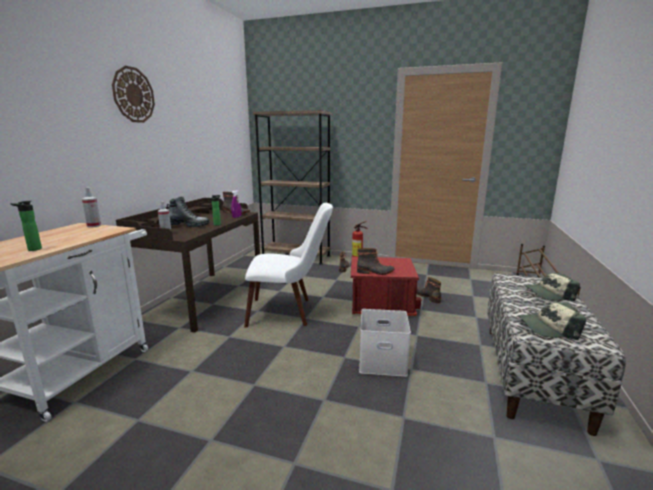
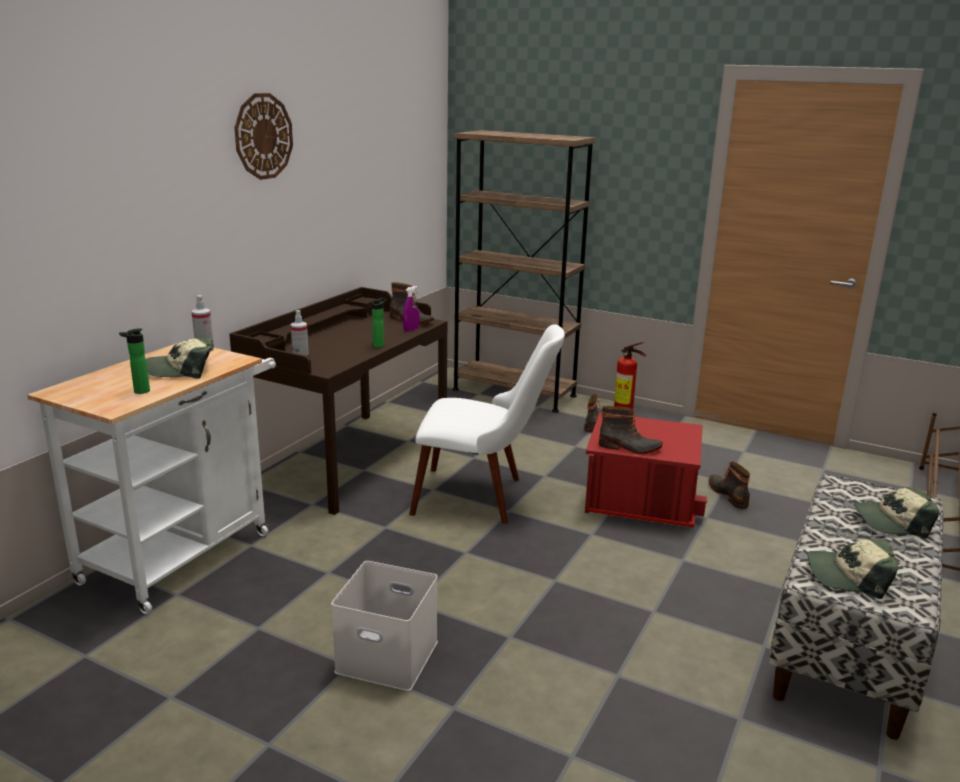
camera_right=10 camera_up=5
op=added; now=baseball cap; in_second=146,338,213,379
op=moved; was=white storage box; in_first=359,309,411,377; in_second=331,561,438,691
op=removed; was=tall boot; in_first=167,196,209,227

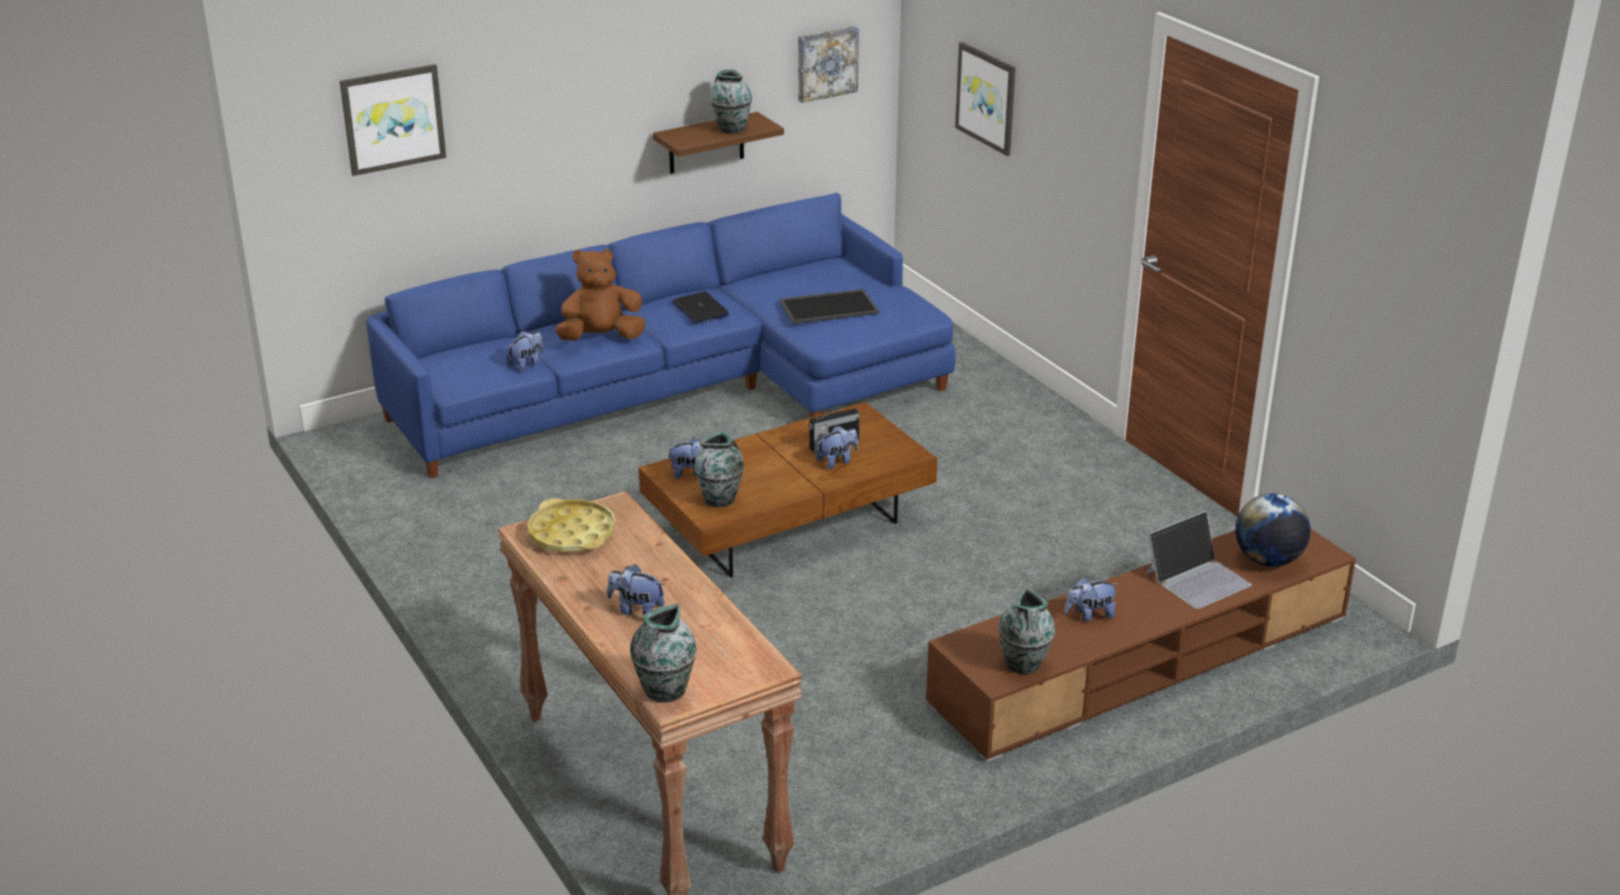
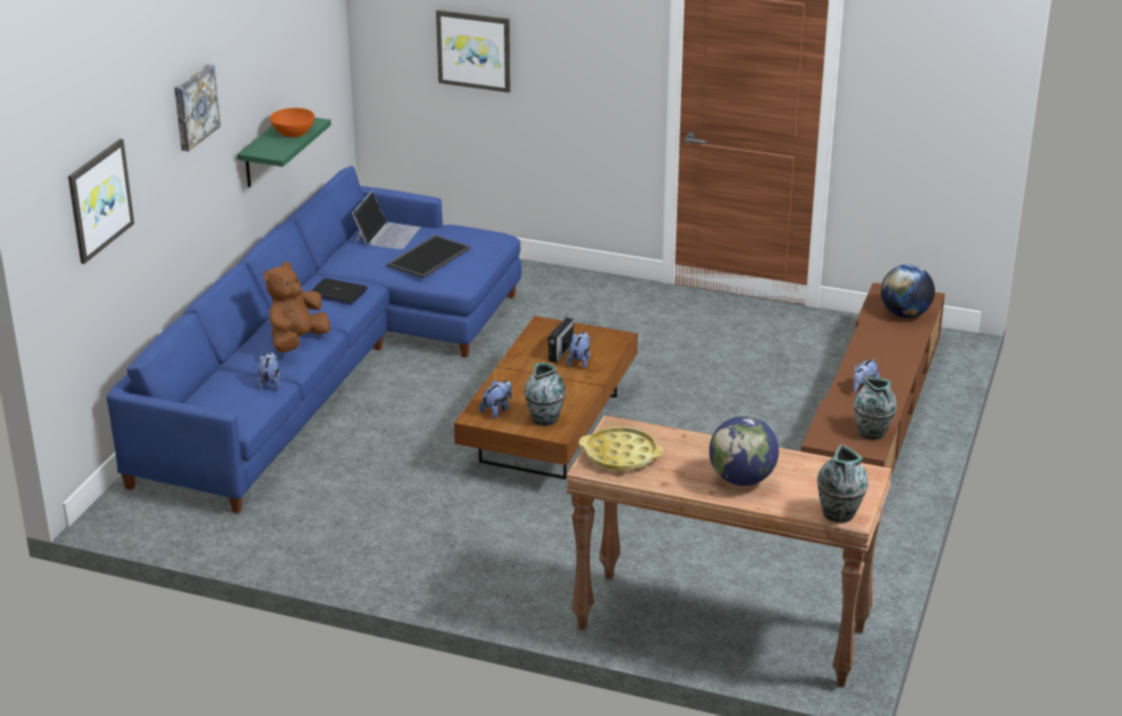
camera_right=-40 camera_up=0
op=moved; was=wall art; in_first=798,26,859,103; in_second=174,64,221,152
op=recoloured; was=brown-coloured shelf; now=greenish shelf; in_first=653,112,784,174; in_second=237,117,331,187
op=replaced; was=flower vase; now=orangey bowl; in_first=710,69,752,134; in_second=270,108,315,138
op=moved; was=notebook computer; in_first=1146,511,1252,609; in_second=352,191,420,249
op=replaced; was=cuddly toy; now=desk globe; in_first=607,564,665,615; in_second=709,416,779,486

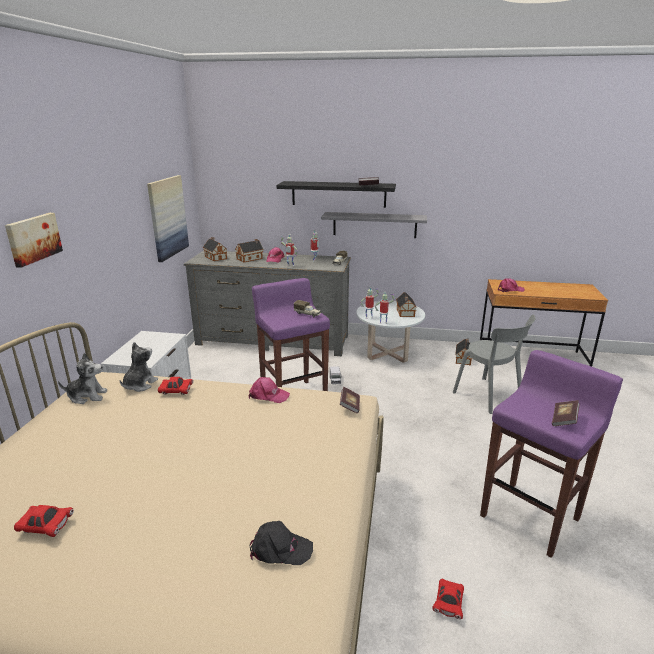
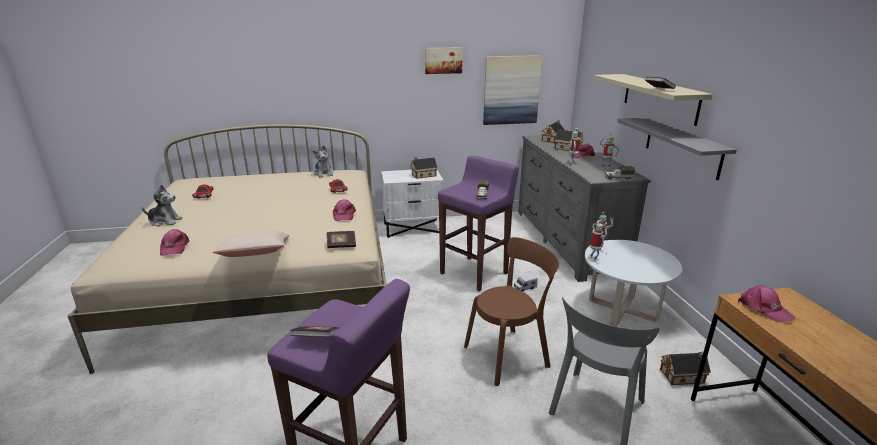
camera_right=70 camera_up=0
op=moved; was=cuddly toy; in_first=120,342,158,392; in_second=142,185,182,226
op=recoloured; was=black baseball cap; now=pink baseball cap; in_first=250,521,313,565; in_second=160,229,190,256
op=added; now=beige pillow; in_second=213,230,289,257
op=moved; was=toy house; in_first=396,292,417,317; in_second=411,157,437,179
op=moved; was=wall art; in_first=5,213,63,268; in_second=425,47,463,74
op=added; now=brown-coloured chair; in_second=464,237,559,386
op=recoloured; was=black shelf; now=beige shelf; in_first=277,181,396,208; in_second=594,74,713,126
op=removed; was=reddish toy car; in_first=432,579,464,619

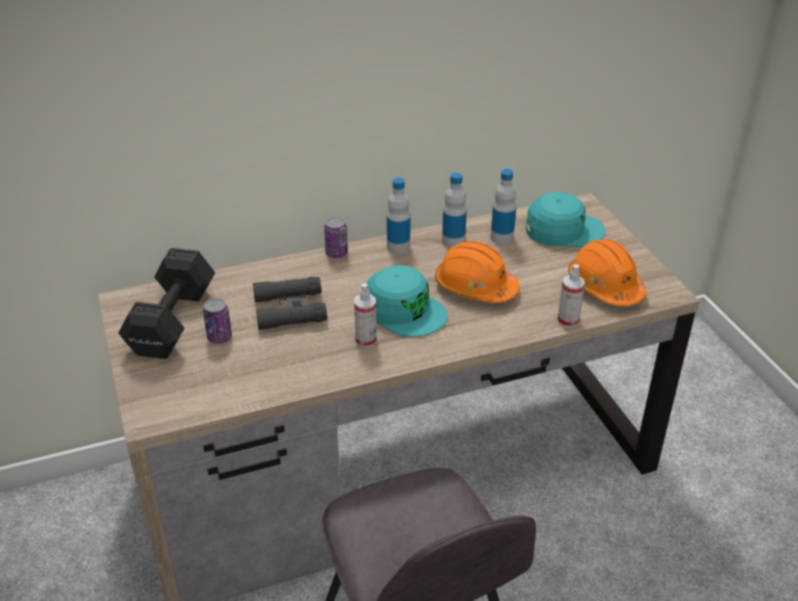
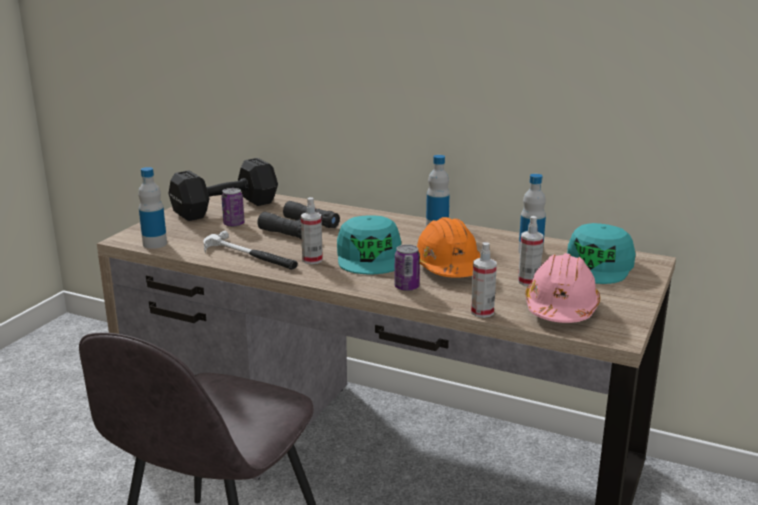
camera_right=45 camera_up=-15
op=moved; was=drink bottle; in_first=442,172,467,248; in_second=138,167,167,249
op=added; now=tool hammer; in_second=203,231,298,270
op=moved; was=sealed can; in_first=324,217,348,258; in_second=394,244,420,291
op=added; now=sprayer; in_second=518,216,543,286
op=recoloured; was=orangey hard hat; now=pink hard hat; in_first=568,239,647,306; in_second=525,253,600,323
op=turned; was=turquoise-coloured baseball cap; in_first=526,192,605,247; in_second=567,223,635,284; clockwise=75

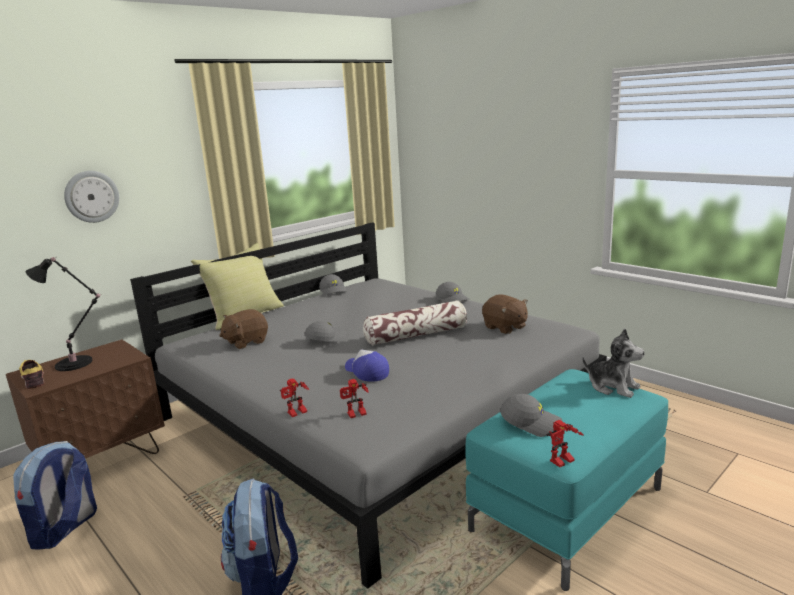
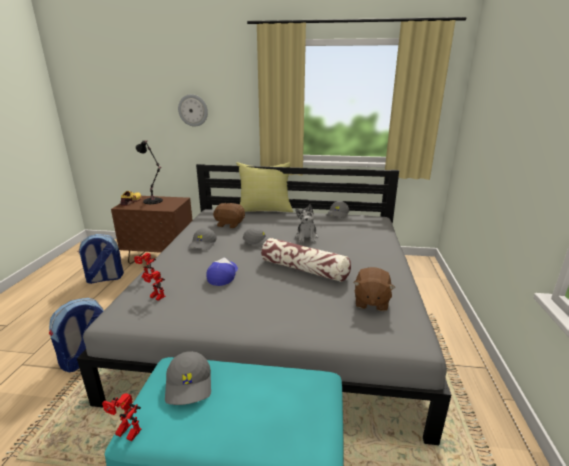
camera_right=50 camera_up=5
op=moved; was=grey baseball cap; in_first=436,282,469,303; in_second=188,228,217,250
op=moved; was=cuddly toy; in_first=582,329,645,398; in_second=295,204,318,243

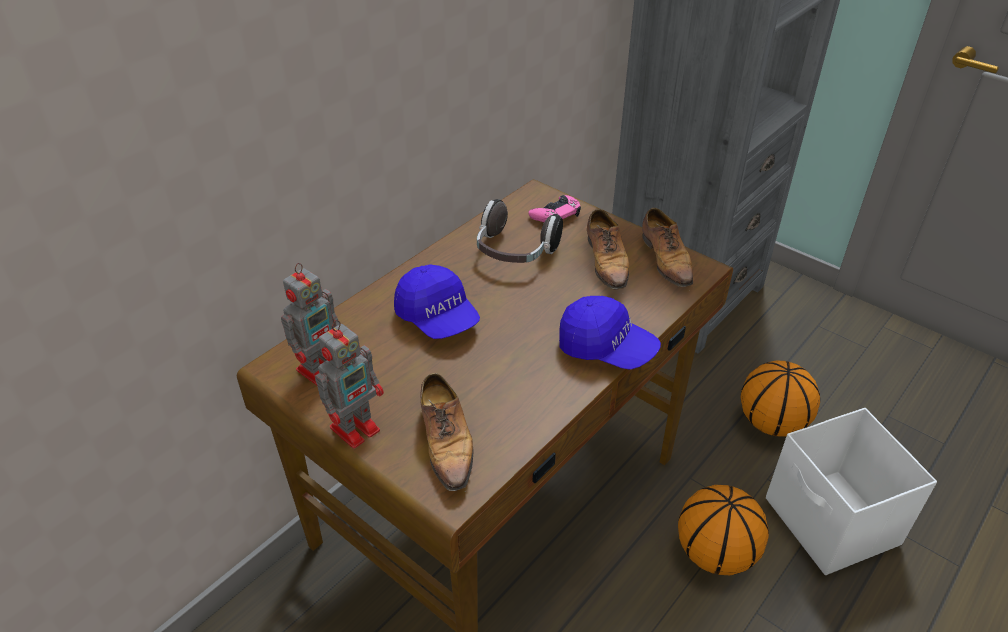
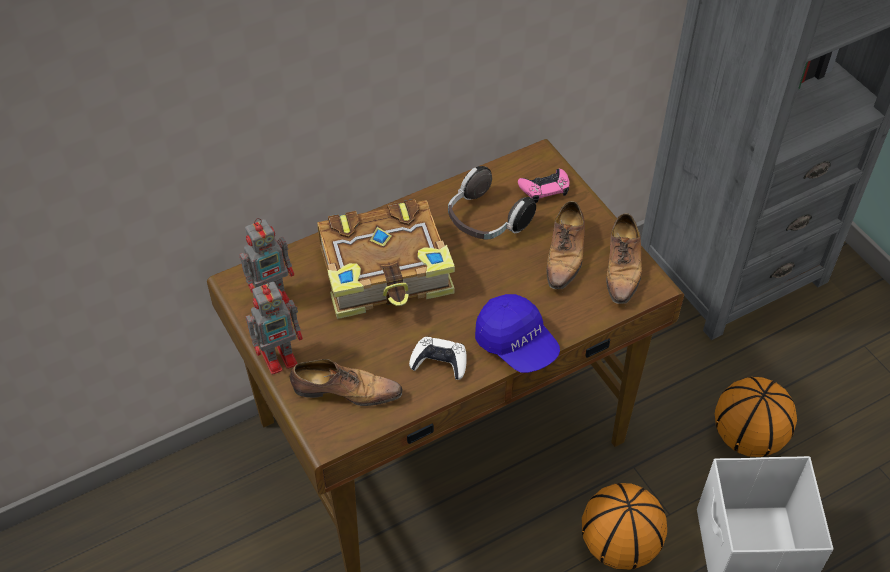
camera_right=20 camera_up=10
op=turned; was=item of footwear; in_first=420,373,474,491; in_second=290,359,403,406; clockwise=-90
op=replaced; was=blue-coloured baseball cap; now=book; in_first=394,264,480,339; in_second=317,199,455,319
op=added; now=white game controller; in_second=409,337,467,380

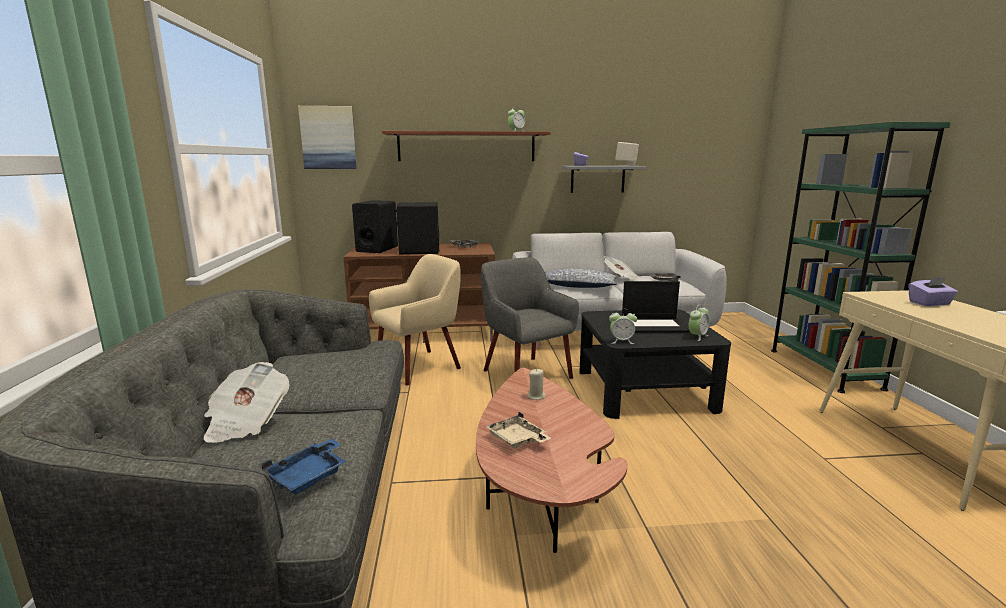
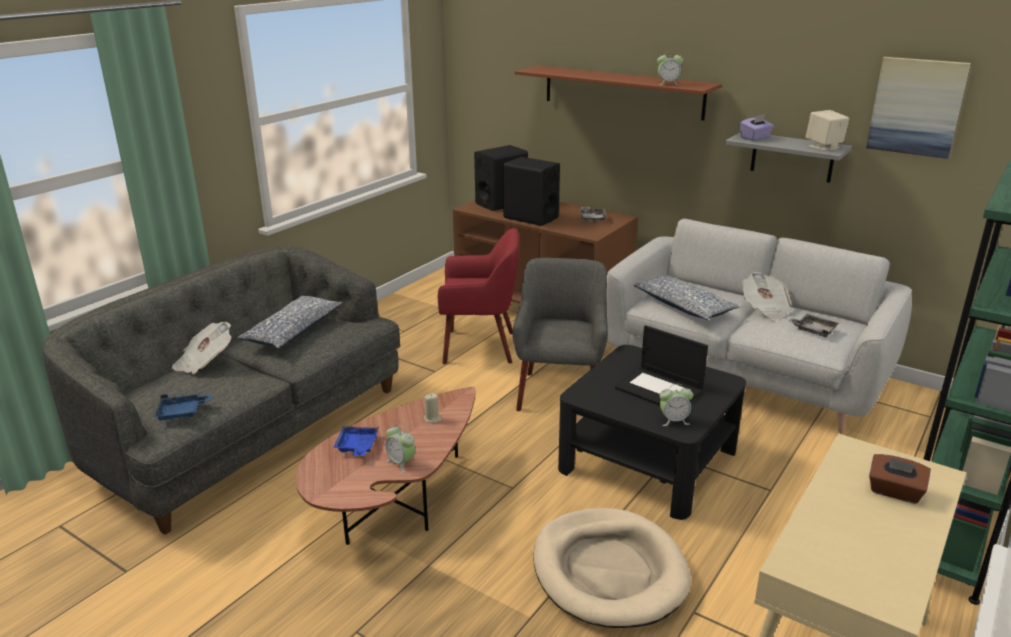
camera_right=40 camera_up=10
op=added; now=pillow; in_second=237,295,343,349
op=recoloured; was=beige serving tray; now=blue-coloured serving tray; in_first=485,412,551,449; in_second=333,426,378,456
op=moved; was=table clock; in_first=609,309,637,344; in_second=385,425,415,472
op=recoloured; was=beige easy chair; now=reddish easy chair; in_first=369,254,461,386; in_second=438,228,519,364
op=added; now=beige dog bed; in_second=533,508,691,628
op=moved; was=wall art; in_first=298,106,357,169; in_second=866,57,971,159
op=recoloured; was=purple-coloured tissue holder; now=brown-coloured tissue holder; in_first=909,277,958,306; in_second=869,454,931,504

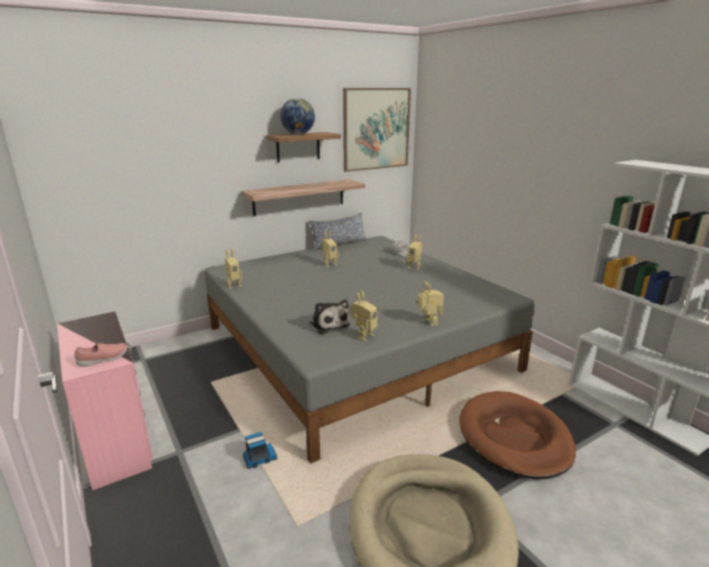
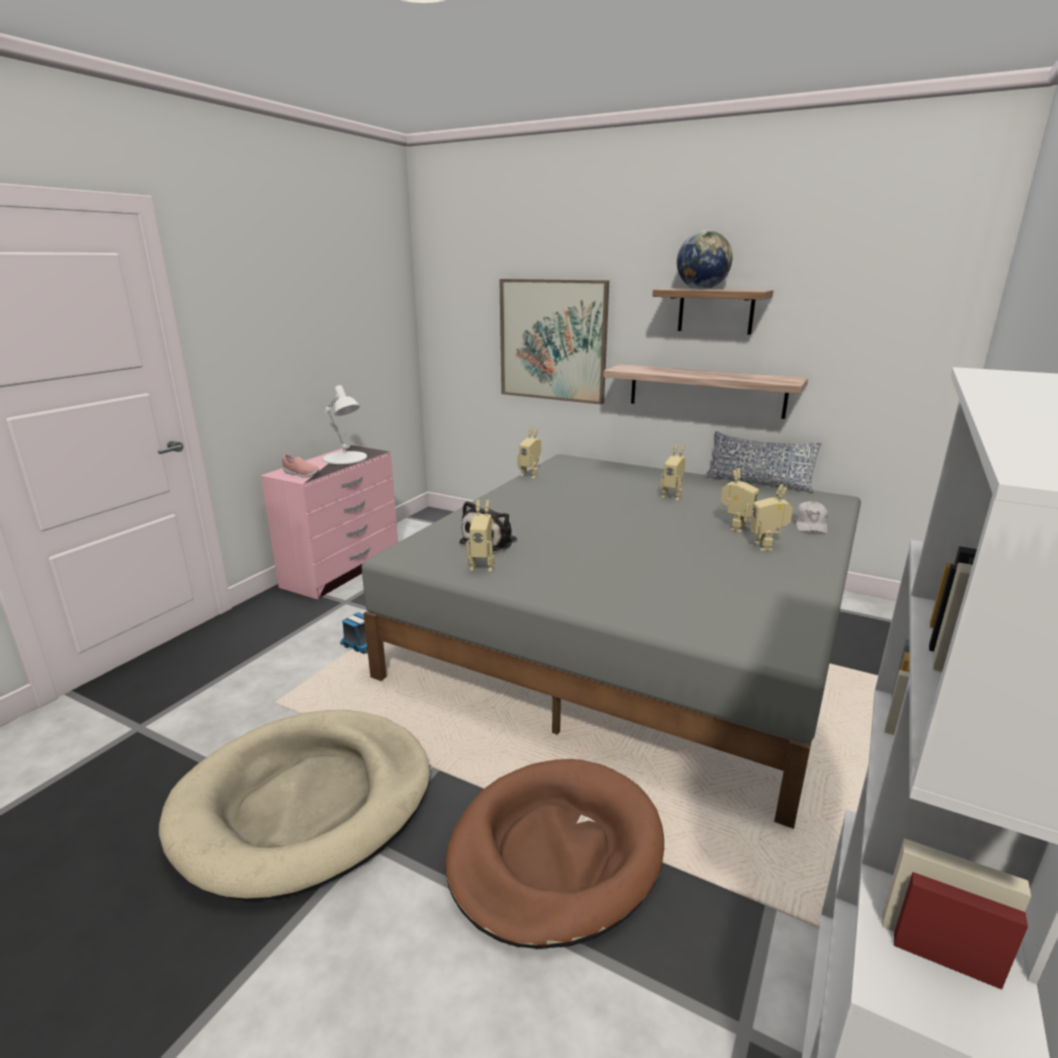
camera_right=60 camera_up=0
op=added; now=white tabletop lamp; in_second=323,385,367,464
op=moved; was=wall art; in_first=343,88,411,172; in_second=499,279,609,405
op=moved; was=robot figure; in_first=417,281,444,326; in_second=721,468,759,533

